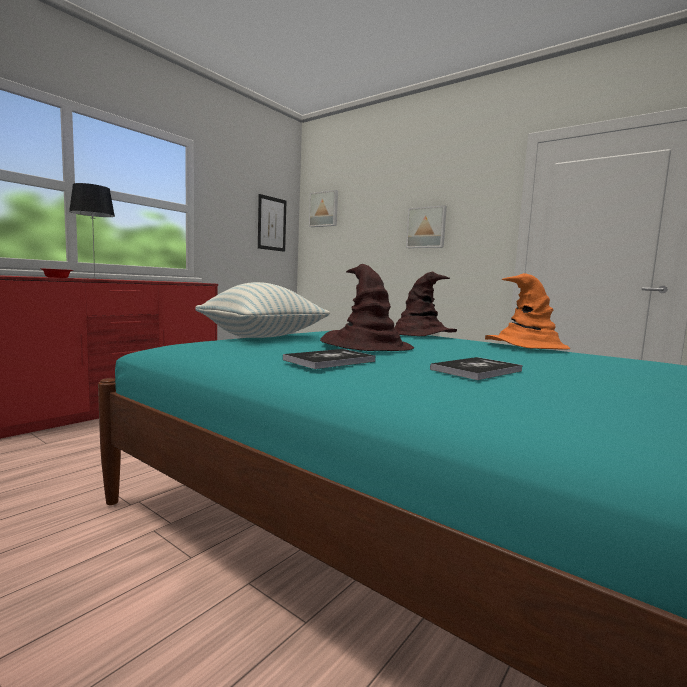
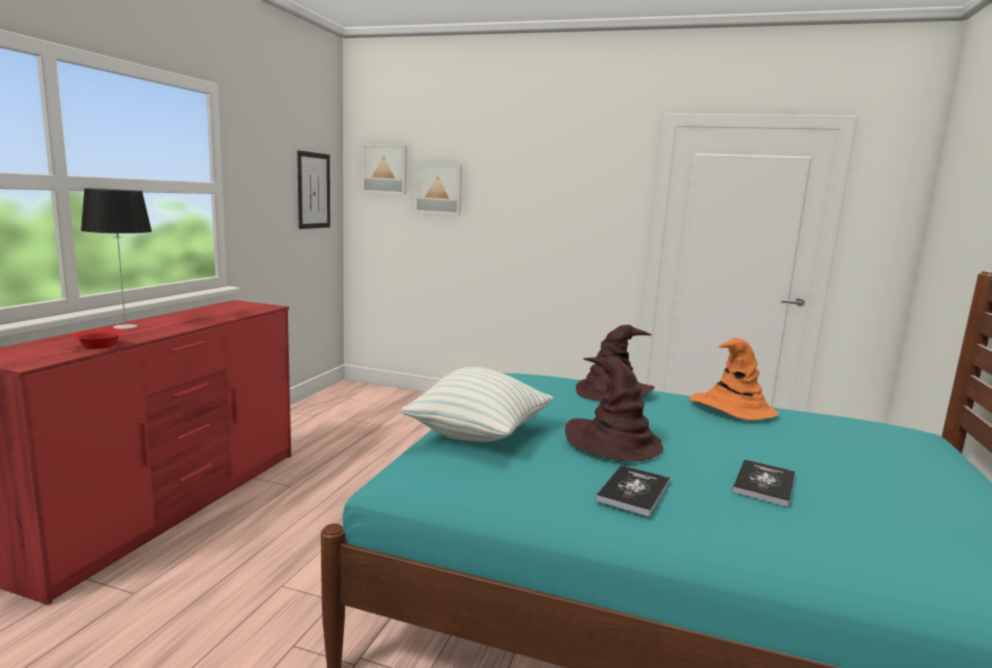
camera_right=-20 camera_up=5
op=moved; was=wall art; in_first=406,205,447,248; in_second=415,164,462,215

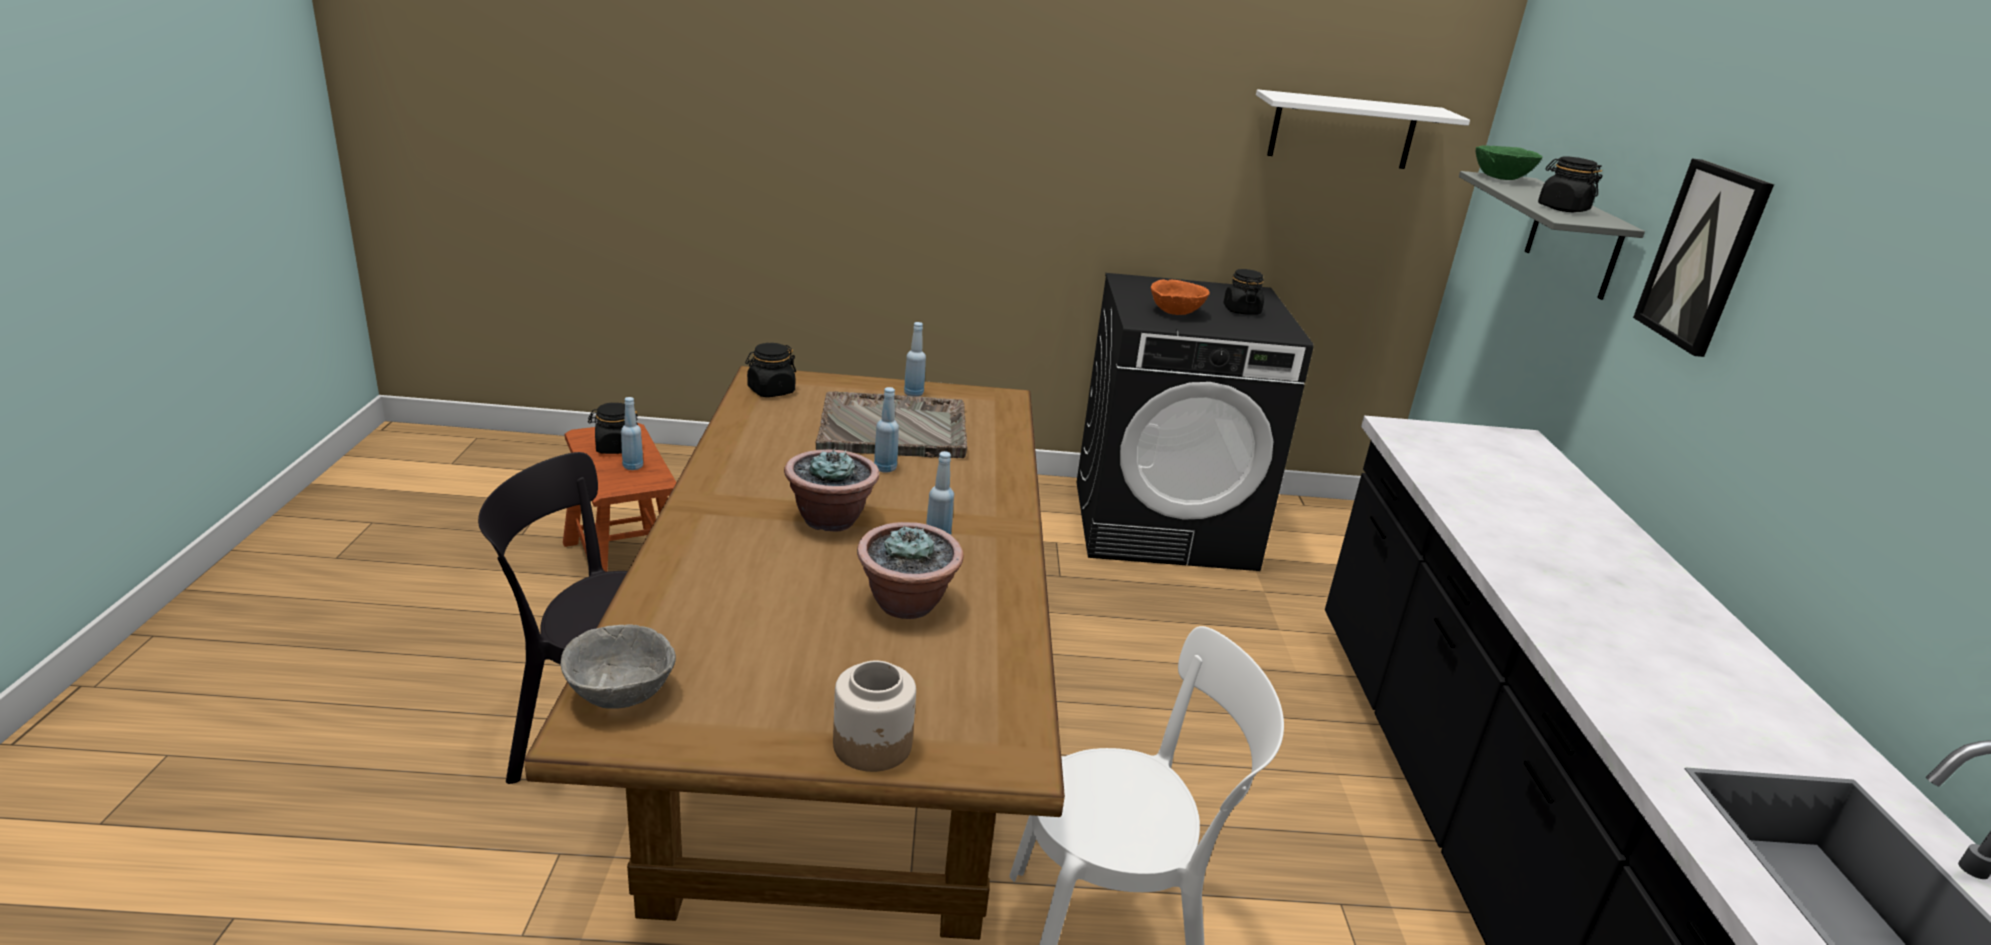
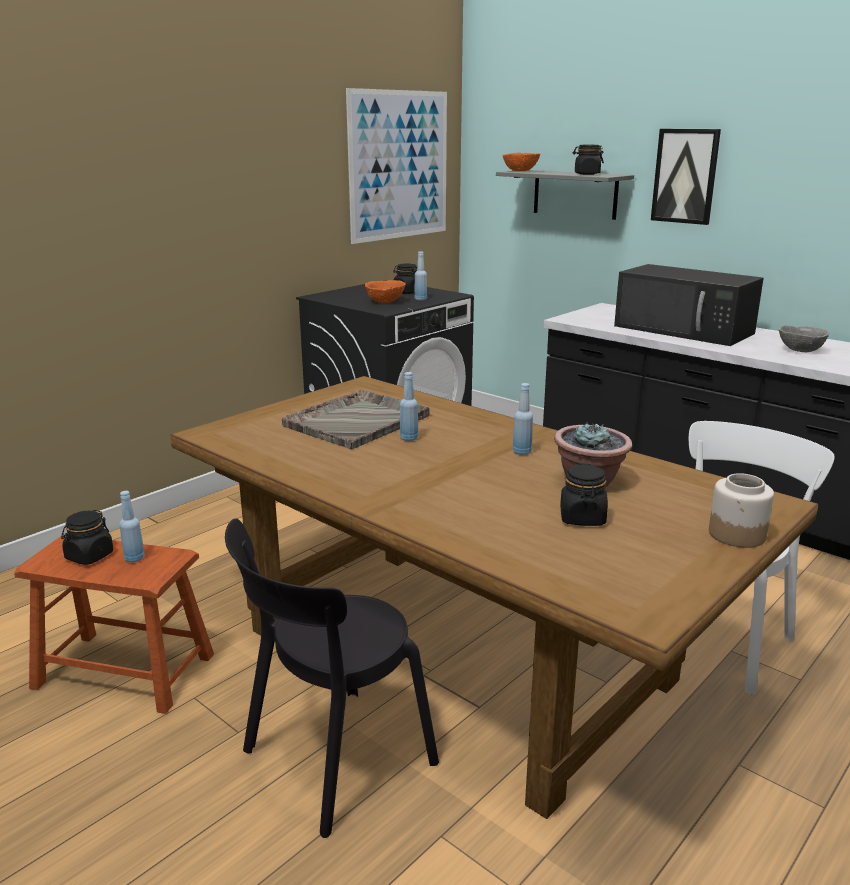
camera_right=-45 camera_up=-5
op=replaced; was=white shelf; now=wall art; in_first=1256,89,1470,169; in_second=346,88,447,244
op=moved; was=blue-coloured drink bottle; in_first=904,322,926,397; in_second=415,252,427,301
op=recoloured; was=greenish bowl; now=orangey bowl; in_first=1476,145,1542,180; in_second=503,153,540,171
op=moved; was=black storage jar; in_first=745,343,796,397; in_second=560,464,608,526
op=added; now=black kitchen microwave; in_second=614,264,764,346
op=moved; was=grey bowl; in_first=561,624,676,709; in_second=779,325,829,352
op=removed; was=plant in a pot; in_first=784,448,879,532

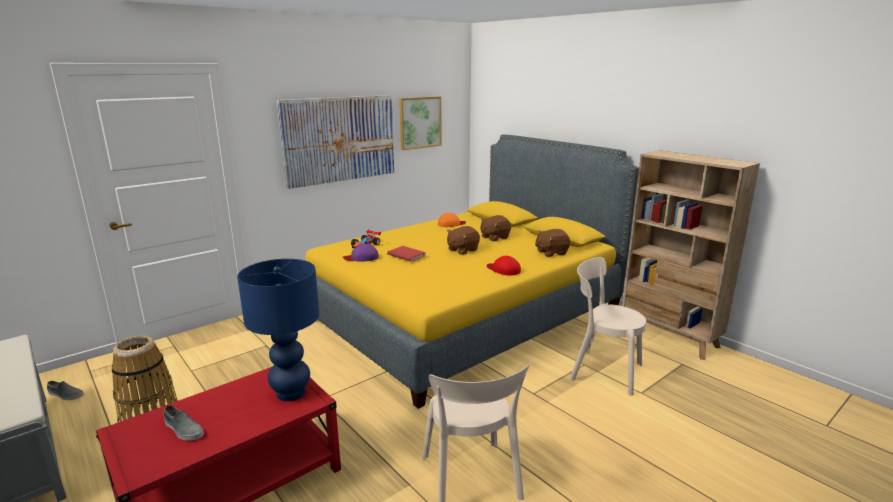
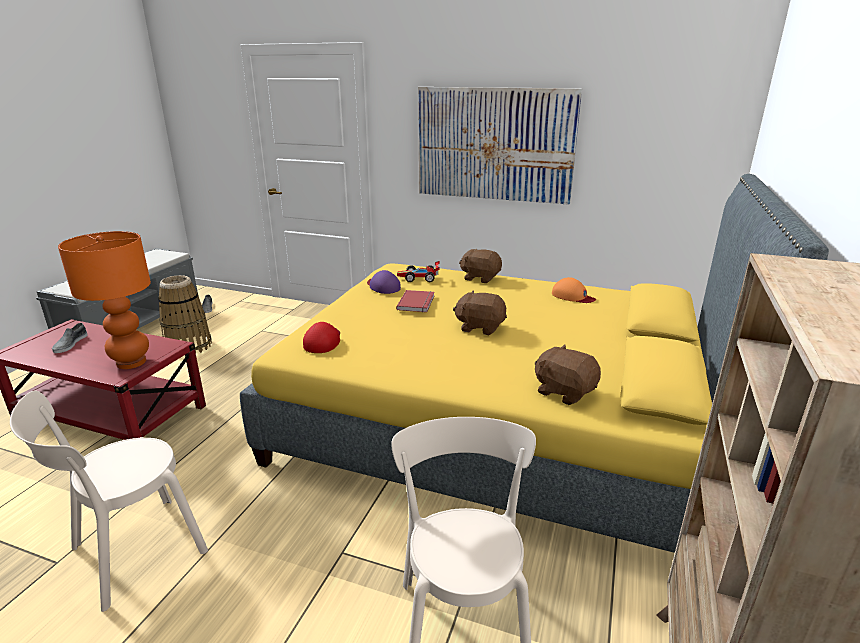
camera_right=60 camera_up=5
op=recoloured; was=blue-coloured tabletop lamp; now=orangey tabletop lamp; in_first=237,259,319,401; in_second=58,231,151,369
op=moved; was=reddish baseball cap; in_first=487,256,521,276; in_second=303,322,340,353
op=moved; was=brown-coloured cuddly toy; in_first=480,215,511,241; in_second=459,249,502,283
op=removed; was=wall art; in_first=399,96,441,150

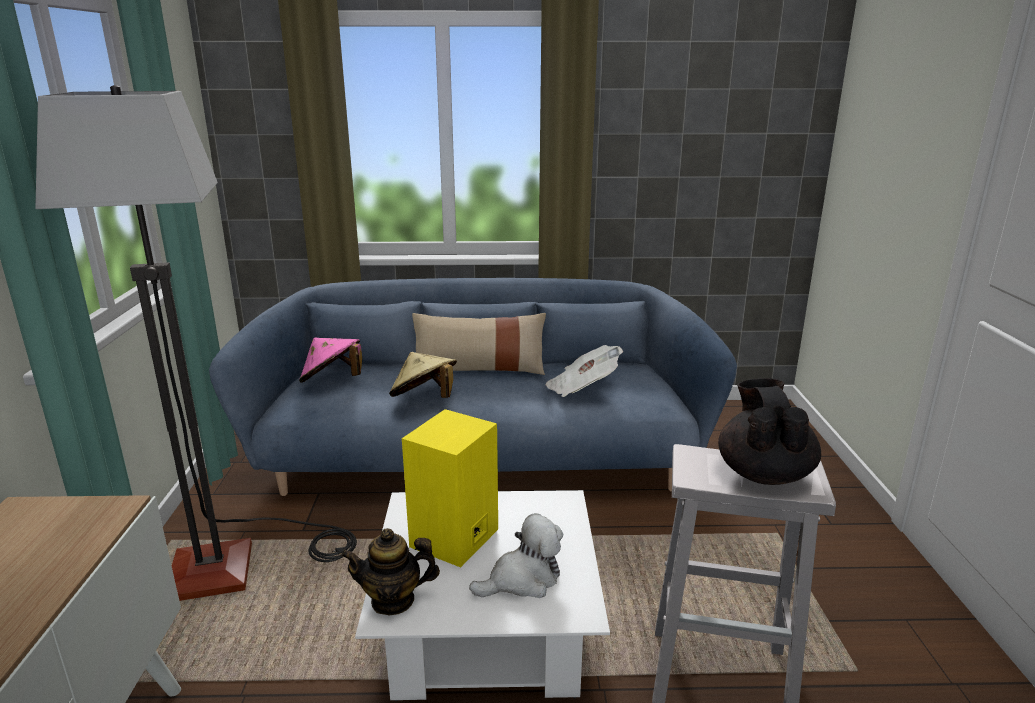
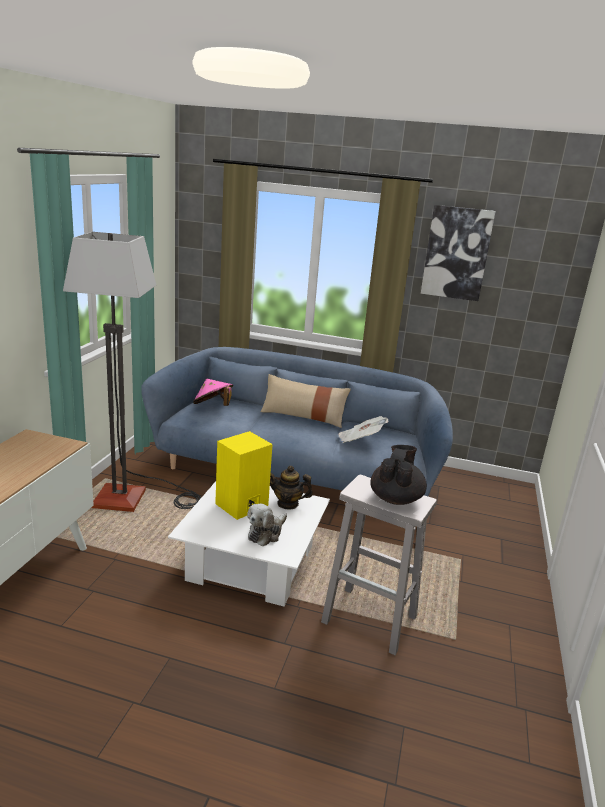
camera_right=15 camera_up=0
op=turned; was=cuddly toy; in_first=469,513,563,598; in_second=247,504,287,546; clockwise=135
op=moved; was=pot for tea; in_first=341,528,440,615; in_second=270,466,313,510
op=added; now=wall art; in_second=421,205,496,301
op=removed; was=beige clothing hat; in_first=389,352,457,398

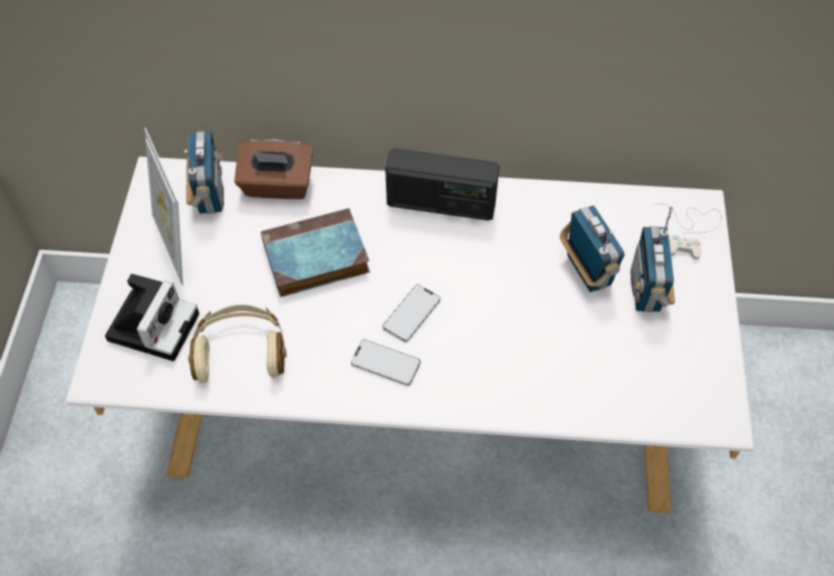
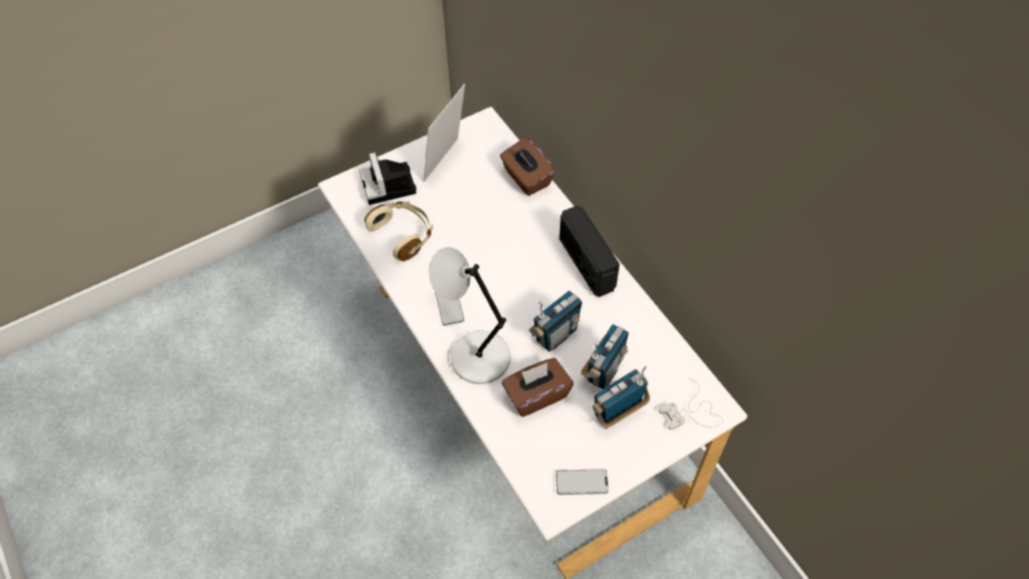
camera_right=55 camera_up=0
op=turned; was=photo camera; in_first=105,274,199,361; in_second=359,152,417,205; clockwise=90
op=added; now=grey tabletop lamp; in_second=429,247,511,384
op=added; now=brown-coloured tissue holder; in_second=502,358,573,417
op=moved; was=radio receiver; in_first=184,131,224,214; in_second=529,290,582,352
op=moved; was=handset; in_first=383,284,441,342; in_second=556,469,608,495
op=removed; was=book; in_first=261,208,370,297

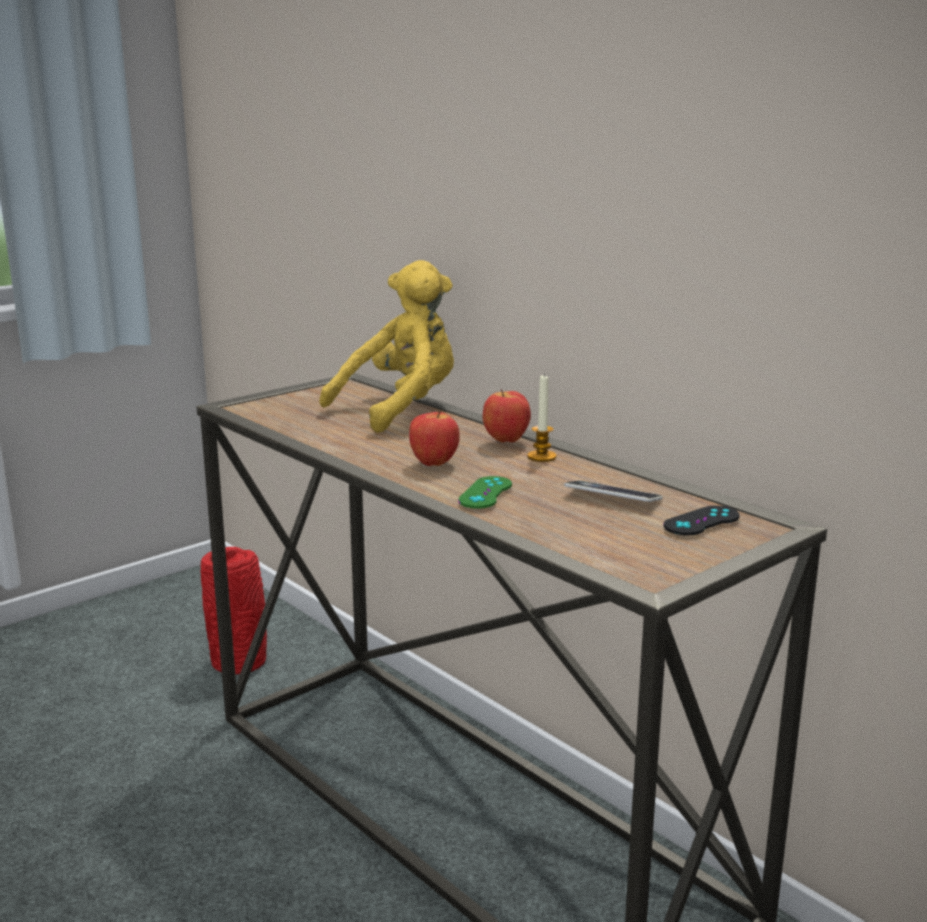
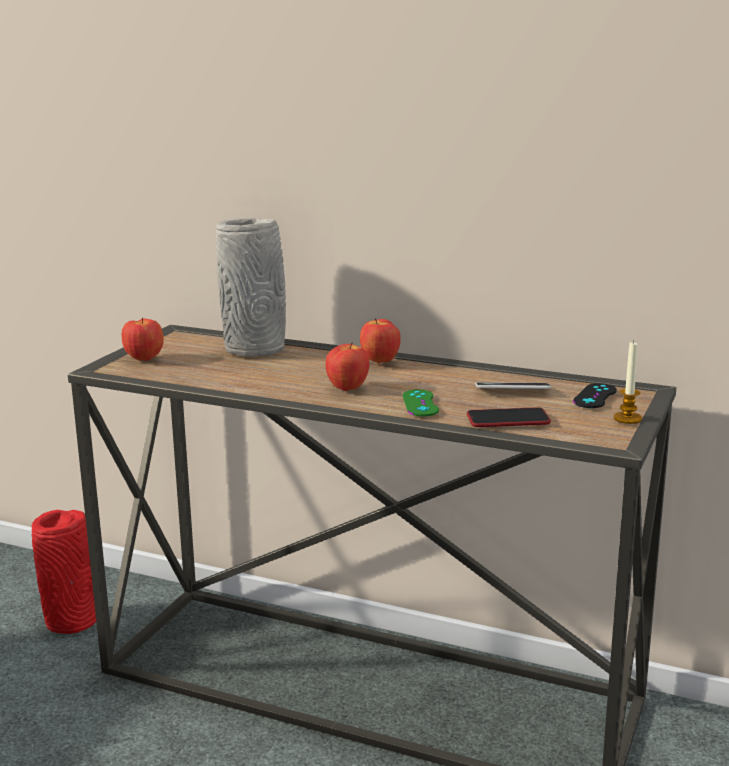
camera_right=-25 camera_up=0
op=added; now=whole apple; in_second=122,318,164,361
op=replaced; was=yellowish cuddly toy; now=grey flower vase; in_first=319,260,454,433; in_second=216,217,286,357
op=added; now=handset; in_second=467,407,551,427
op=moved; was=wax light; in_first=528,375,556,462; in_second=614,341,642,424

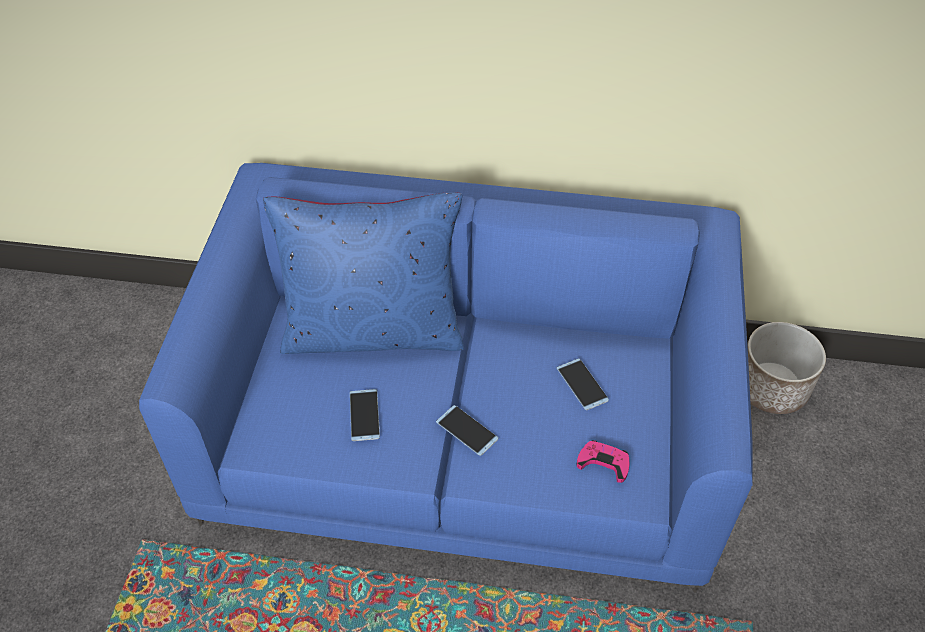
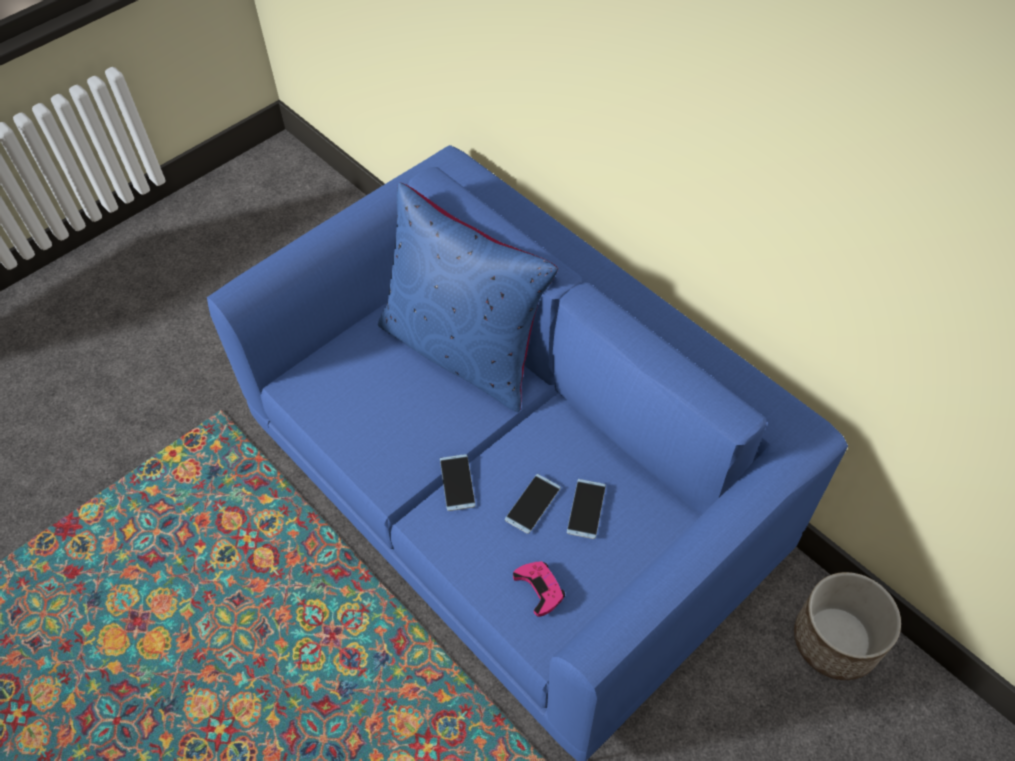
camera_right=40 camera_up=5
op=moved; was=handset; in_first=350,389,380,441; in_second=505,474,561,534

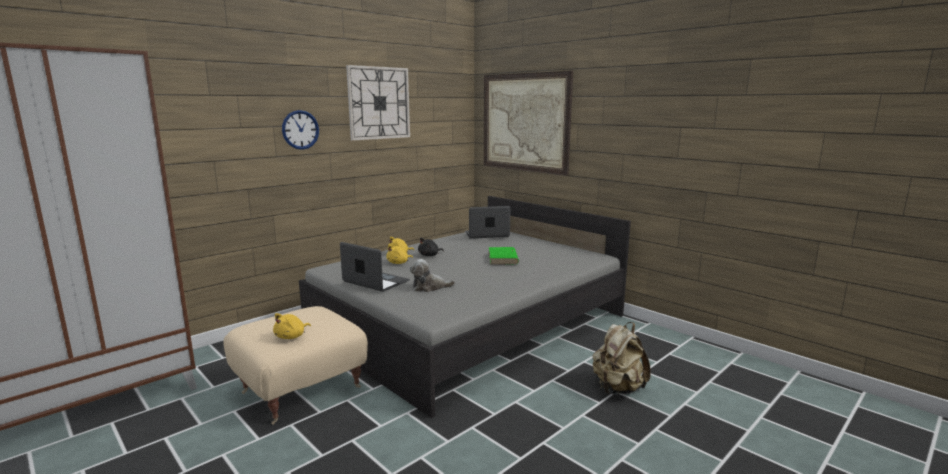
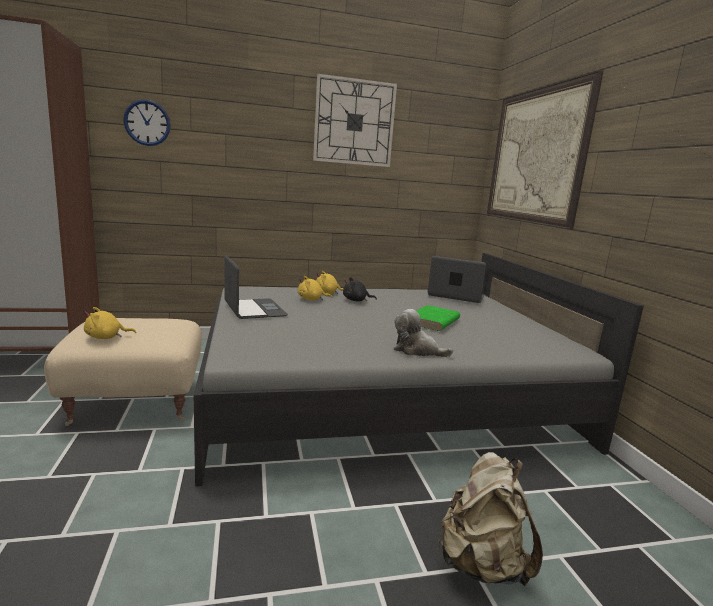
camera_right=30 camera_up=0
op=moved; was=hanging clock; in_first=282,110,319,150; in_second=123,100,171,146
op=moved; was=cuddly toy; in_first=410,259,455,292; in_second=393,309,453,357

